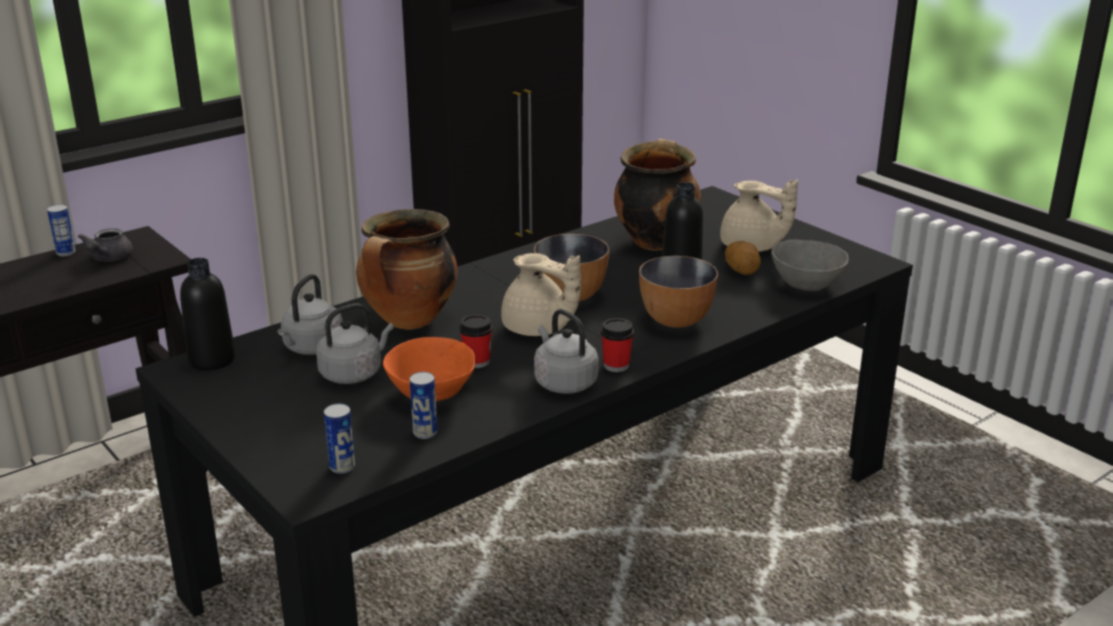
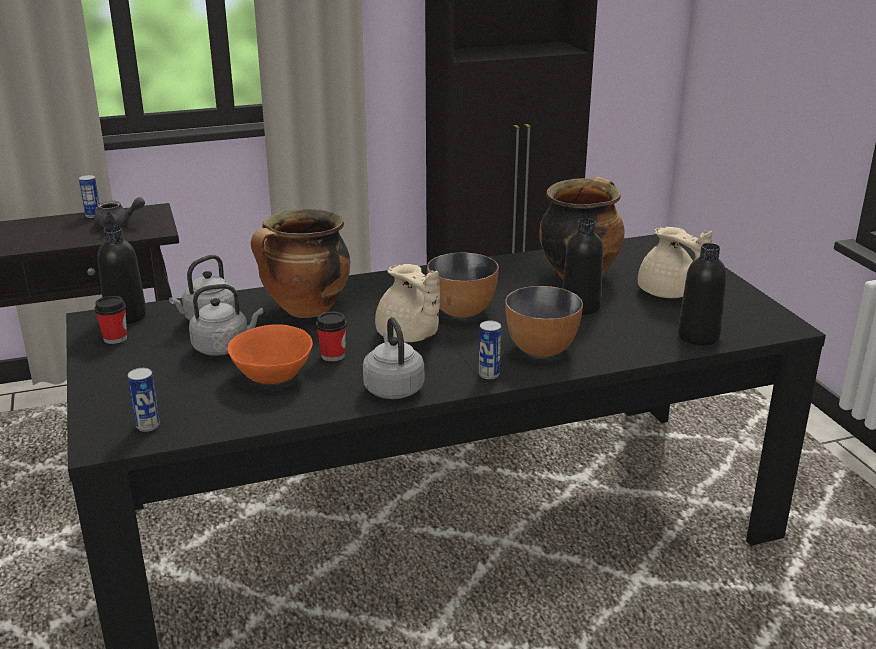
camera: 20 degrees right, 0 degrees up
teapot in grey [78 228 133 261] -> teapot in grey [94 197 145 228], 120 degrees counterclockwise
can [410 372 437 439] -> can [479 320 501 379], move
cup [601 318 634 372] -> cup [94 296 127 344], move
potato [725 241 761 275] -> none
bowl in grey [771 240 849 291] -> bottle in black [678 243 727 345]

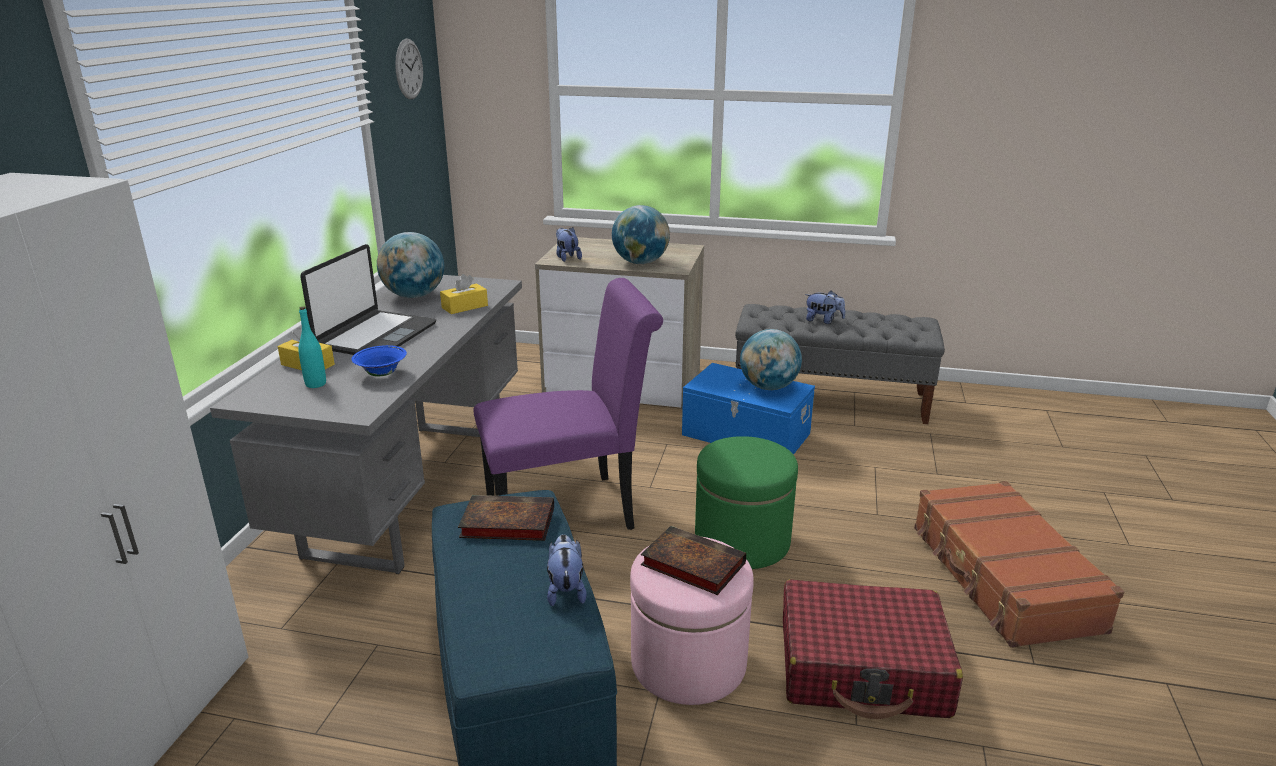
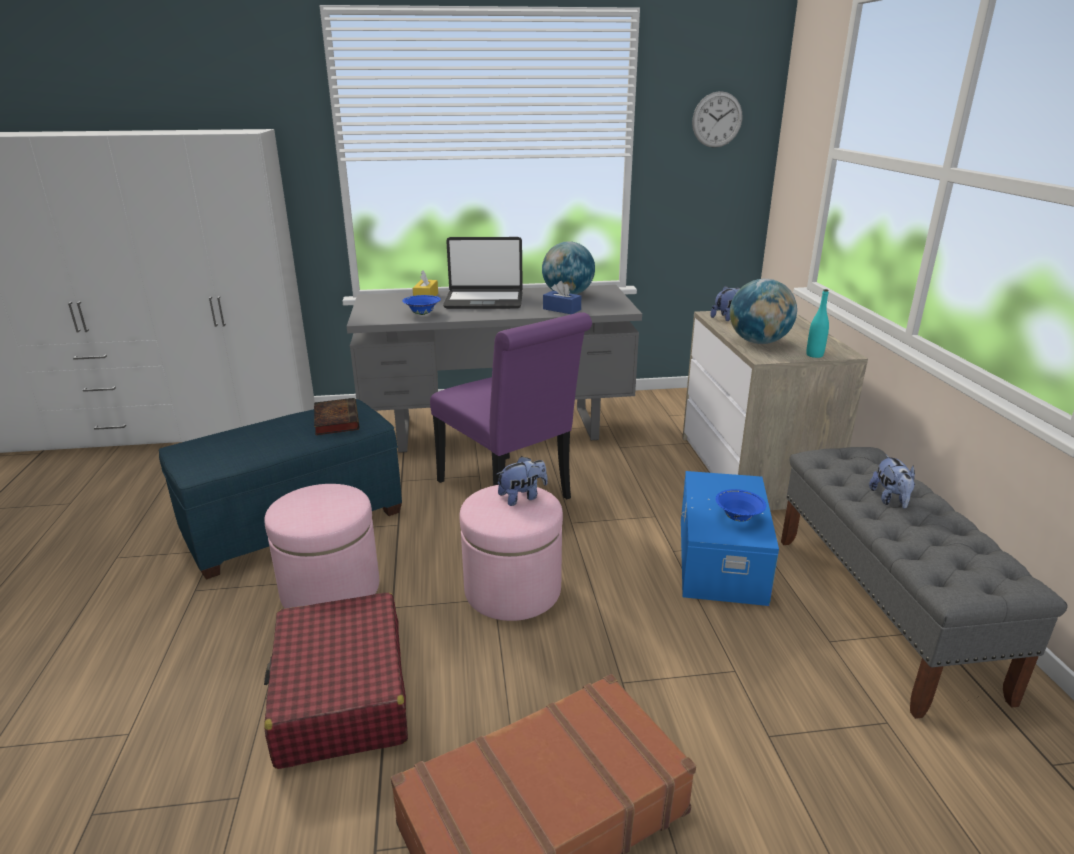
camera: 70 degrees right, 0 degrees up
bottle in turquoise [299 307 326 388] -> bottle in turquoise [806 289 829 358], move
tissue box in yellow [440 274 488 314] -> tissue box in blue [543 281 581 314]
plush toy [547 534 587 606] -> plush toy [497 456 548 506], move
book [641 526 746 595] -> none
ottoman in green [695 436 798 569] -> ottoman in pink [460 485 563 621]
globe [740 329 802 390] -> bowl in blue [716 489 766 521]

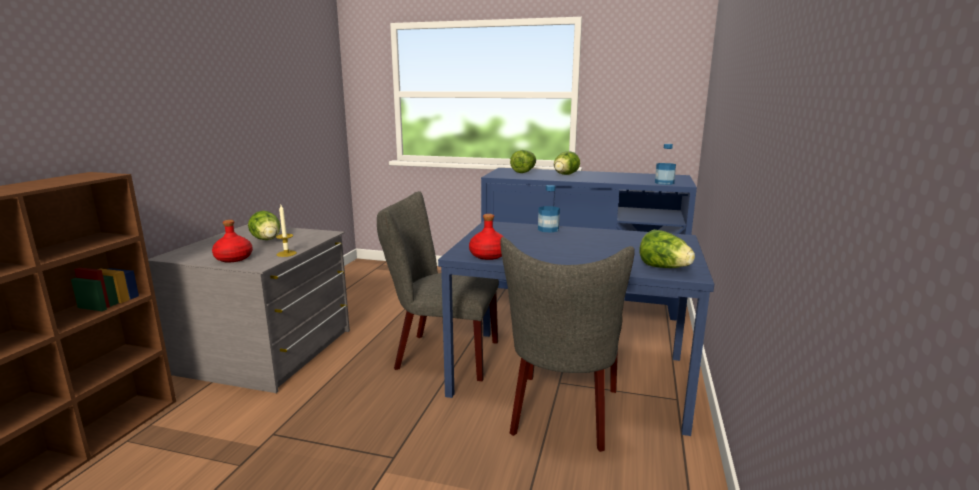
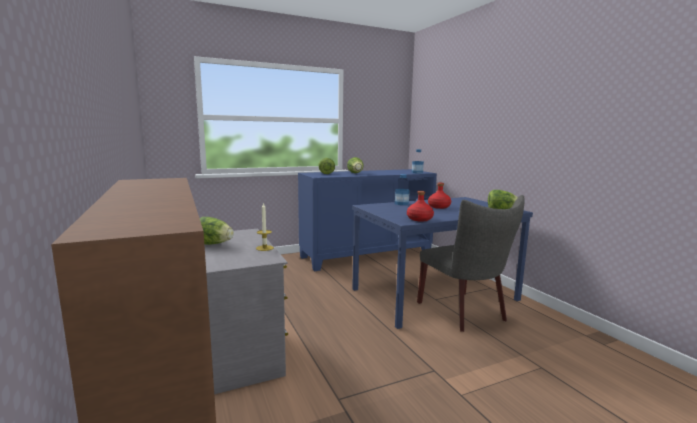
camera: 40 degrees left, 5 degrees down
bottle in red [212 220 253 262] -> bottle in red [428 183 451 209], move
chair in grey [377 191 499 381] -> none

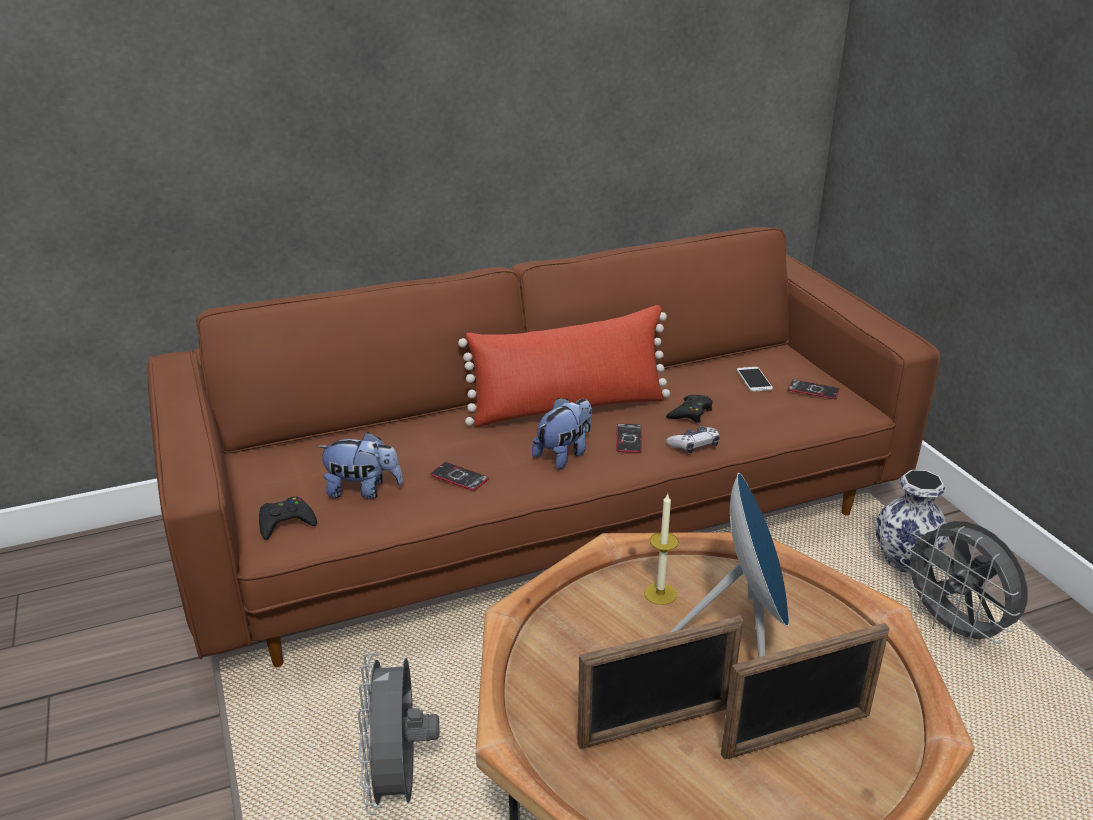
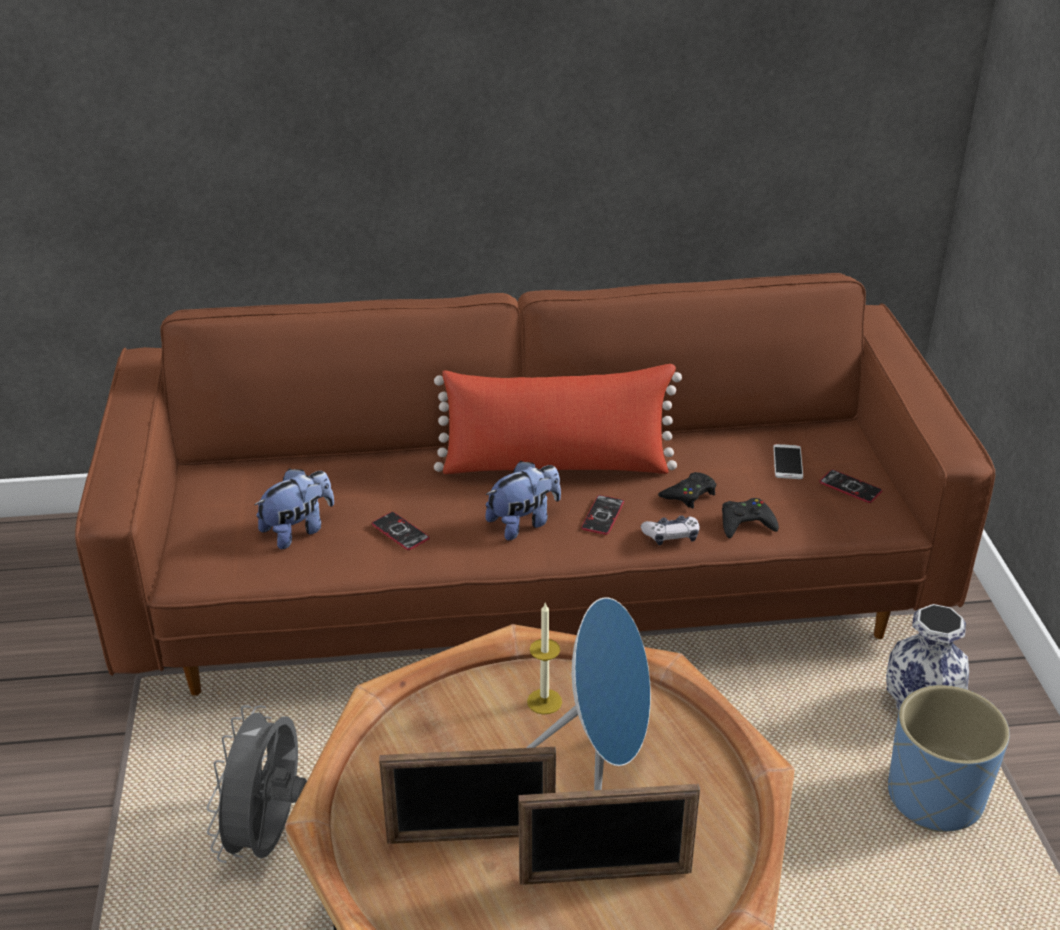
camera: 15 degrees right, 5 degrees up
game controller in black [259 496 317 540] -> game controller in black [722 498 779 538], move
plush toy [317 432 403 499] -> plush toy [254 469 334 549], 60 degrees counterclockwise
fan in grey [900 521 1028 648] -> planter in blue [888 685 1010 832]

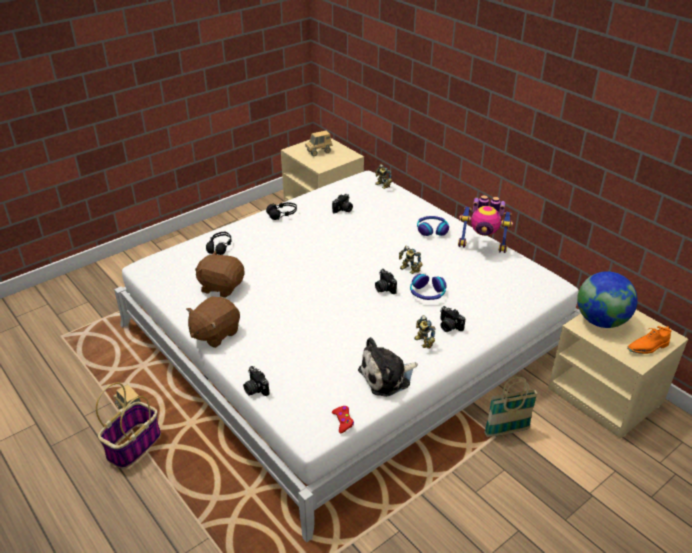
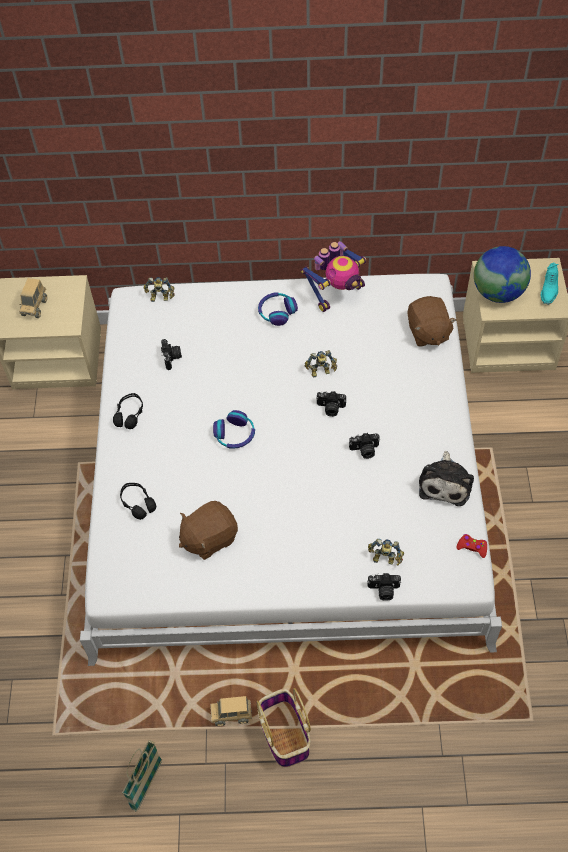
camera: 50 degrees left, 20 degrees up
plush toy in brown [186 296 240 348] -> plush toy in brown [407 296 456 347], move
headphones [410 274 447 300] -> headphones [213 410 255 449], move
toy robot [414 315 436 348] -> toy robot [368 539 404 566], move
photo camera [440 306 465 332] -> photo camera [349 433 380 459], move
basket [484 377 538 437] -> basket [122 740 162 812], move
shoe in orange [627 326 672 354] -> shoe in turquoise [541 262 559 305]

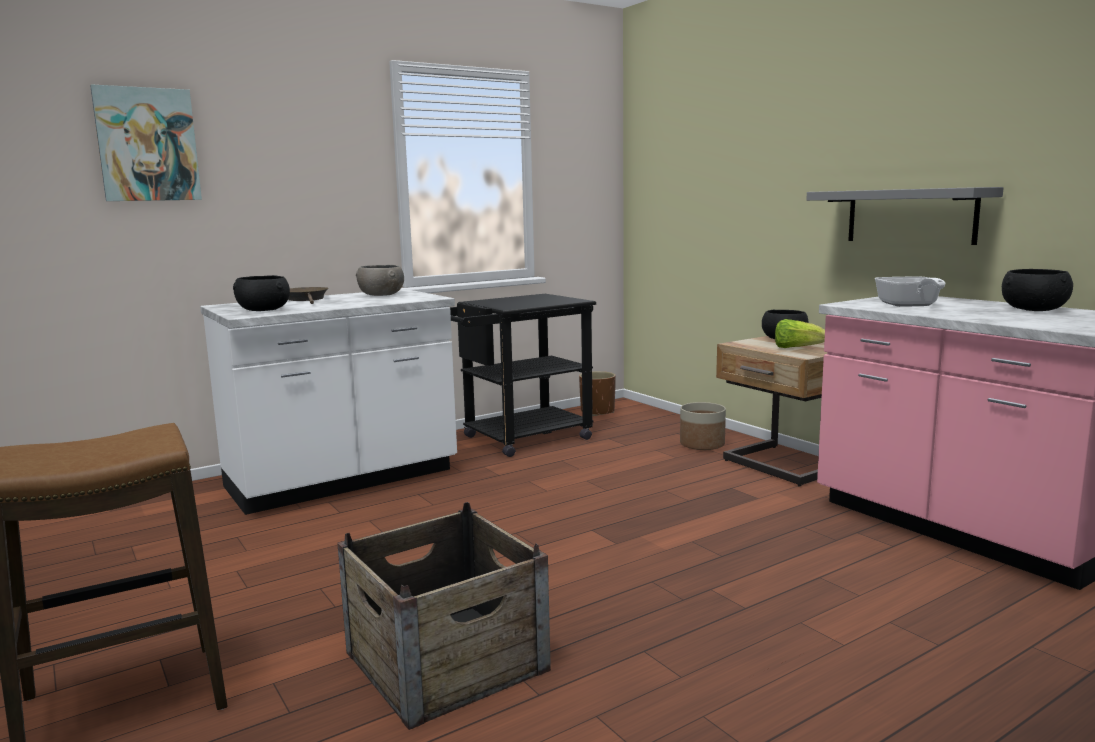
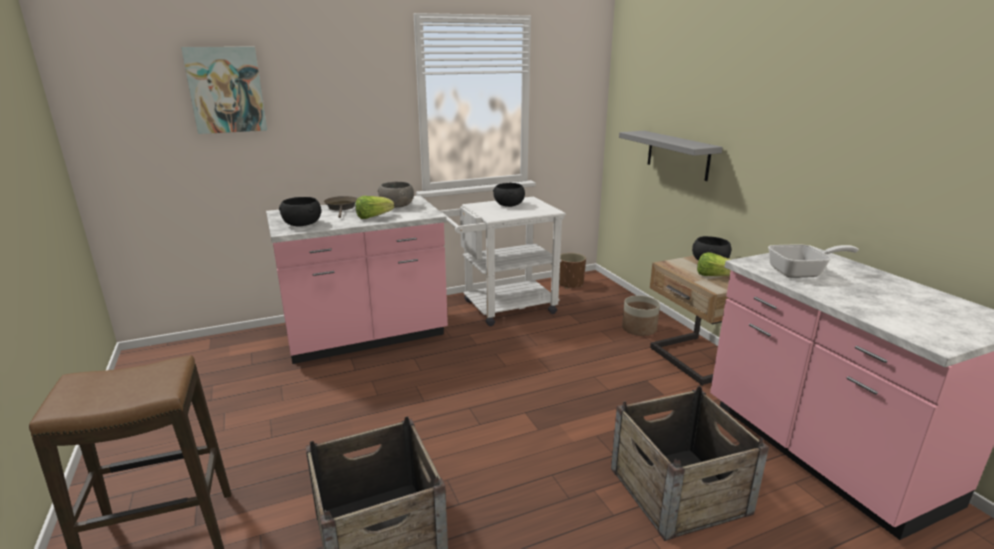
camera: 10 degrees right, 10 degrees up
counter in white [200 289 457 515] -> counter in pink [266 196 448 364]
cart in black [450 294 596 457] -> cart in white [440 197 566 326]
shelf in grey [806 187 1004 245] -> shelf in grey [619 131 723 181], move
frying pan [874 276 945 307] -> frying pan [768 244 859 278], 105 degrees counterclockwise
bowl in black [1002 269 1073 311] -> bowl in black [493 183 525 207], move
none -> lettuce [355 196 394 219]
none -> crate [611 386 769 541]

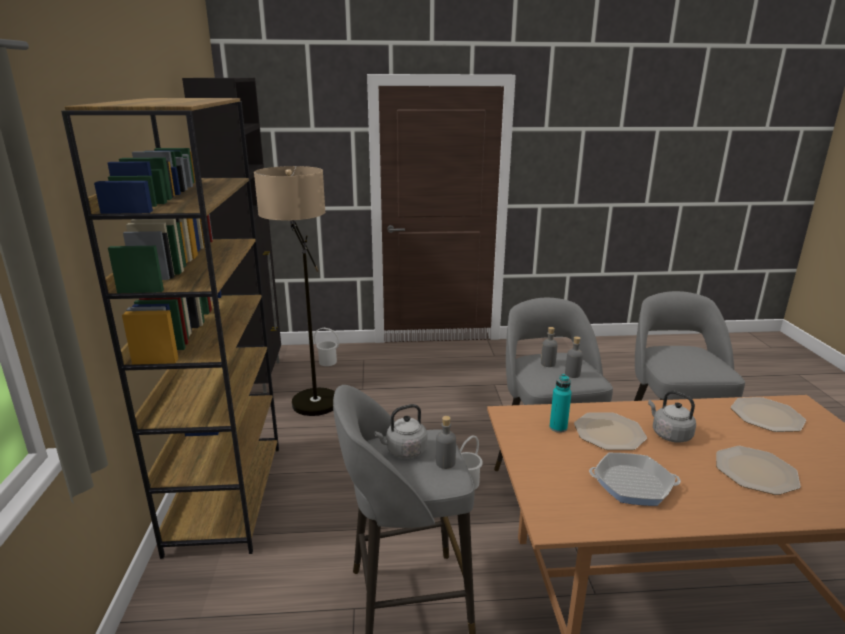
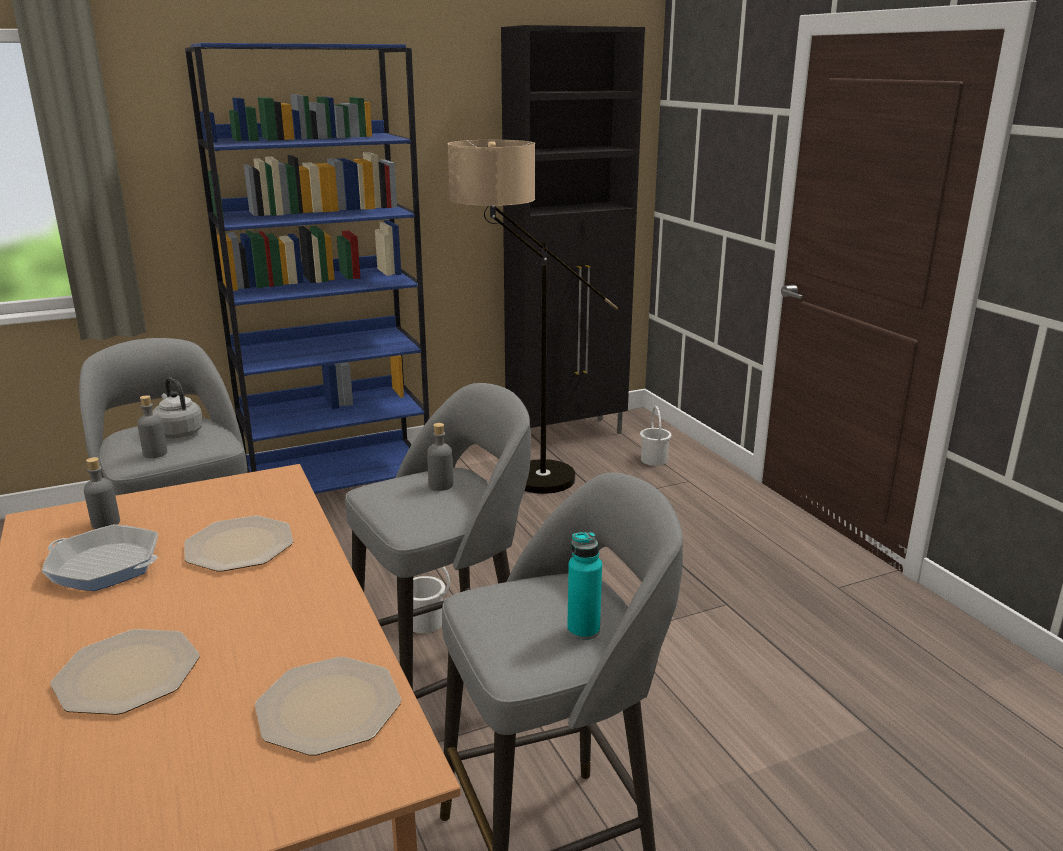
camera: 70 degrees right, 0 degrees up
bookcase in brown [61 98 279 559] -> bookcase in blue [185 43 429 494]
bottle in turquoise [550 374 572 433] -> bottle in turquoise [567 532 602 640], move
bottle in grey [565 336 583 378] -> bottle in grey [84 457 120 529], move
frying pan [589 453 681 506] -> frying pan [42 524 158 591], 60 degrees counterclockwise
kettle in grey [648 391 696 443] -> none

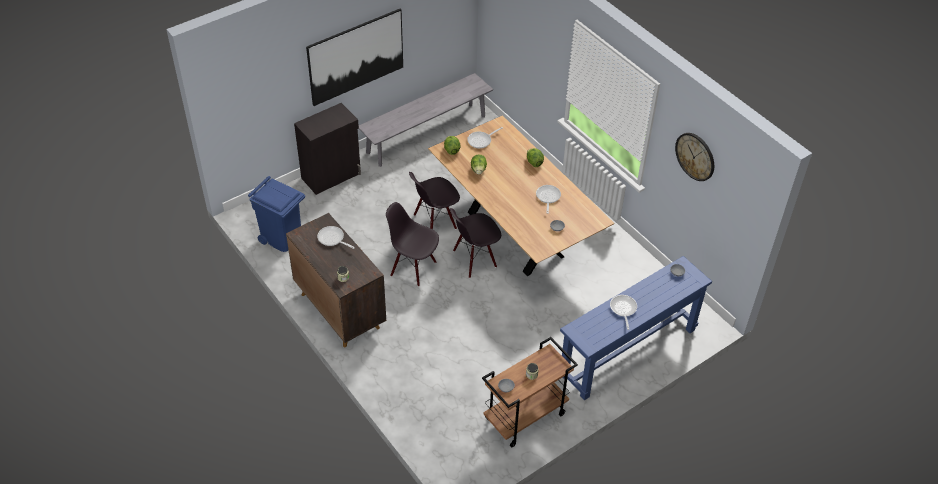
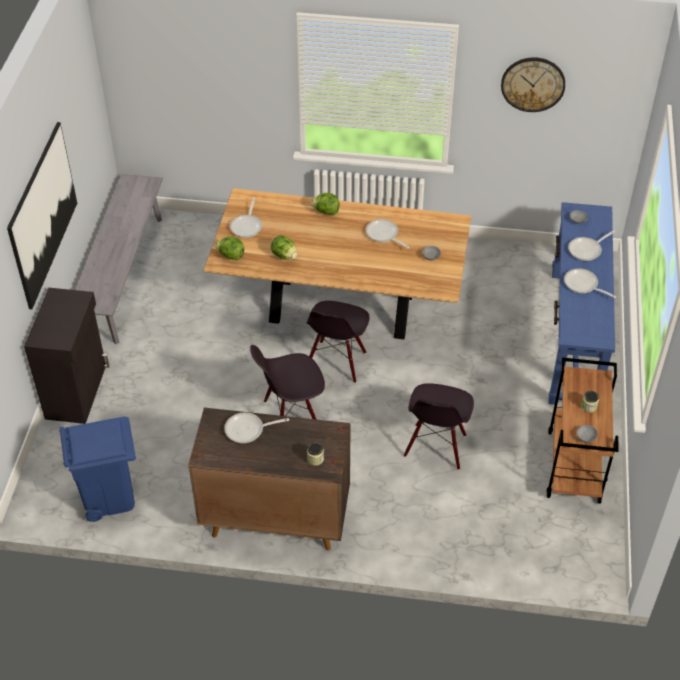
camera: 45 degrees left, 0 degrees up
chair in black [409 172 460 229] -> chair in black [404 383 474 470], move
none -> frying pan [568 230 615 261]

